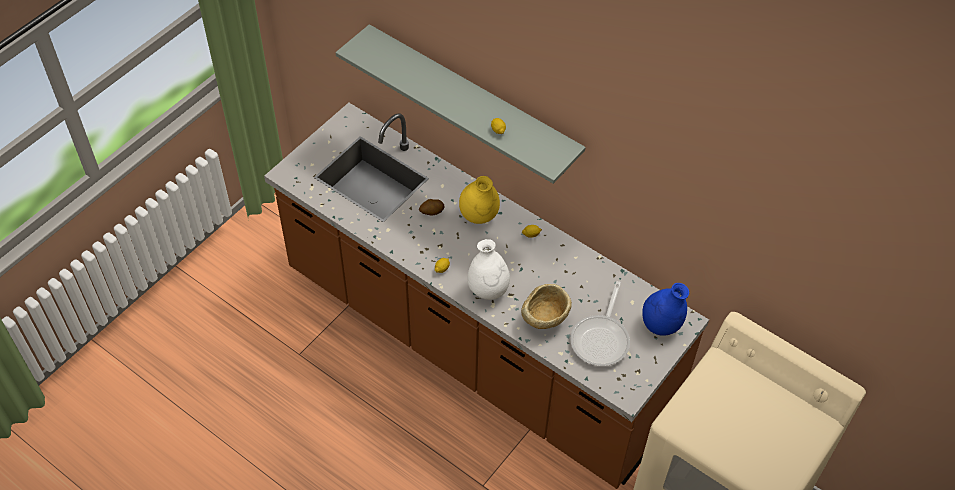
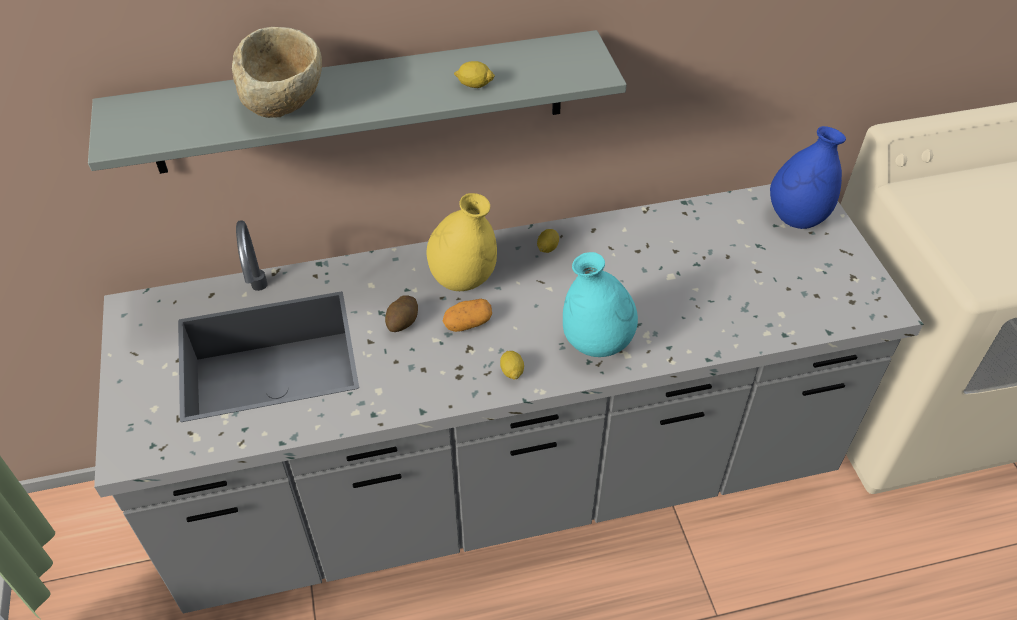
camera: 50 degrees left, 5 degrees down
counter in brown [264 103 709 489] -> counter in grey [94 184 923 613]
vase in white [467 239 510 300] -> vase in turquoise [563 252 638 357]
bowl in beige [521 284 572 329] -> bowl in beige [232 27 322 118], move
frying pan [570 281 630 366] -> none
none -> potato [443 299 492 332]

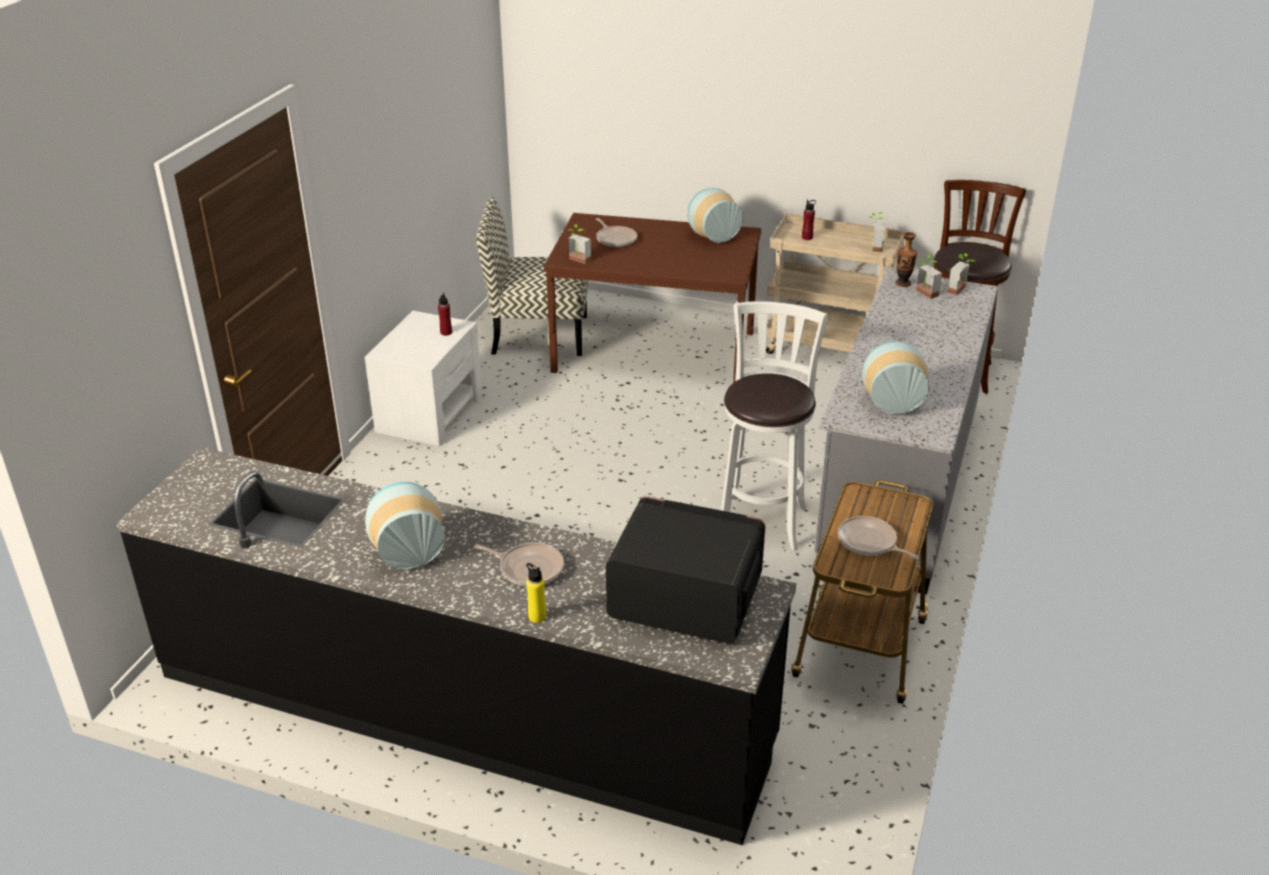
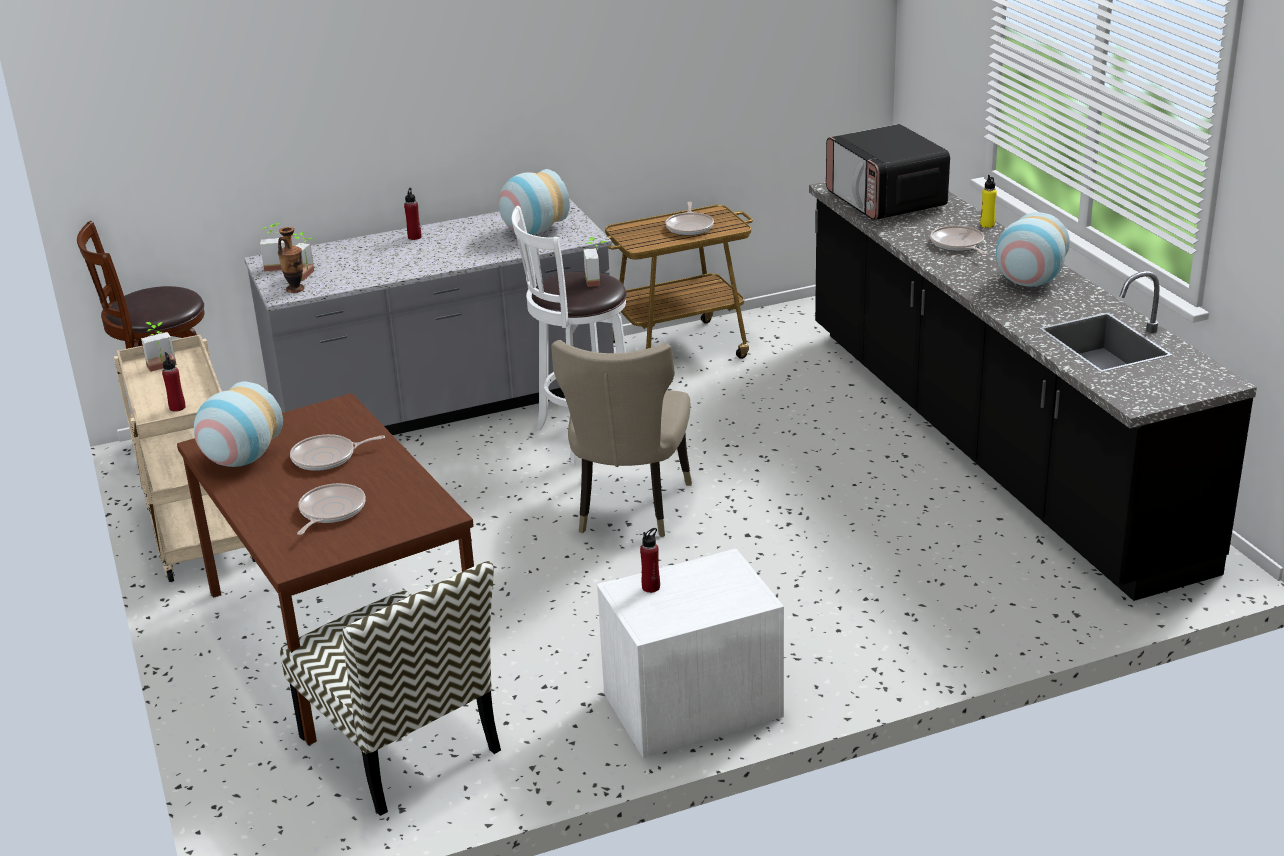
camera: 130 degrees left, 5 degrees down
potted plant [569 224 591 264] -> potted plant [583 237 607 287], move
none -> frying pan [290 434 385 471]
none -> bottle in red [404 188 421 240]
none -> chair in beige [551 340 692 537]

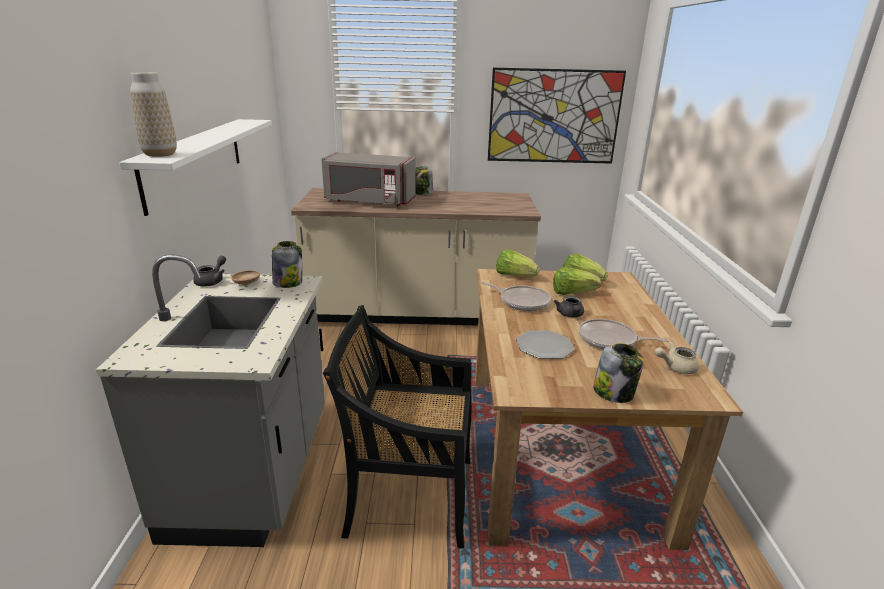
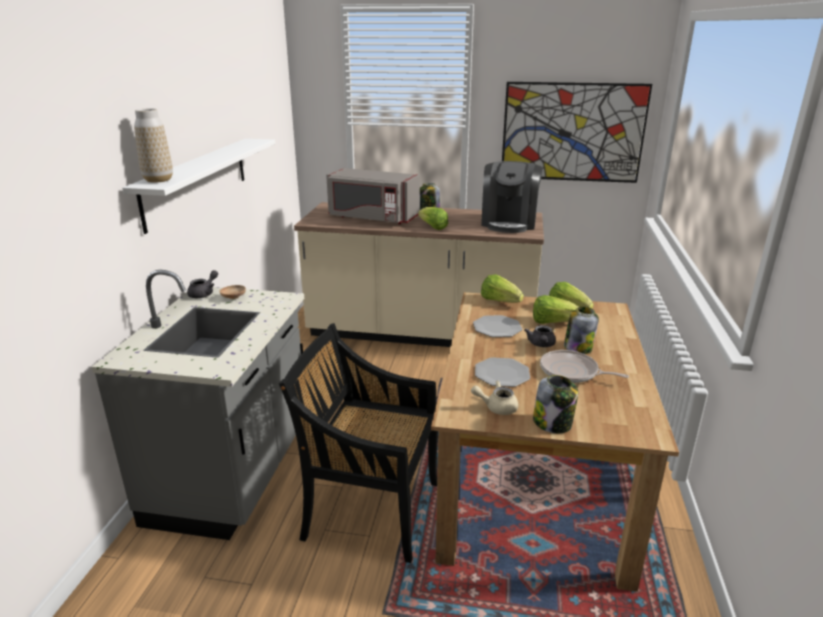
camera: 10 degrees right, 0 degrees up
jar [272 241 302 288] -> jar [564 307 599 354], move
frying pan [481 282 551 311] -> plate [473 315 522 337]
teapot in beige [655 341 699 374] -> teapot in beige [471 381 518 415], move
none -> lettuce [418 207 448 230]
none -> coffee machine [481 161 543 233]

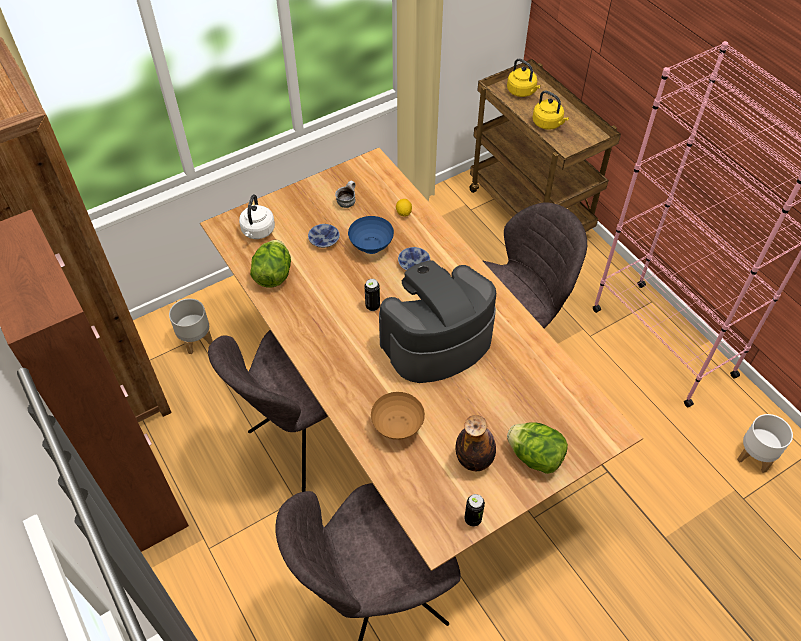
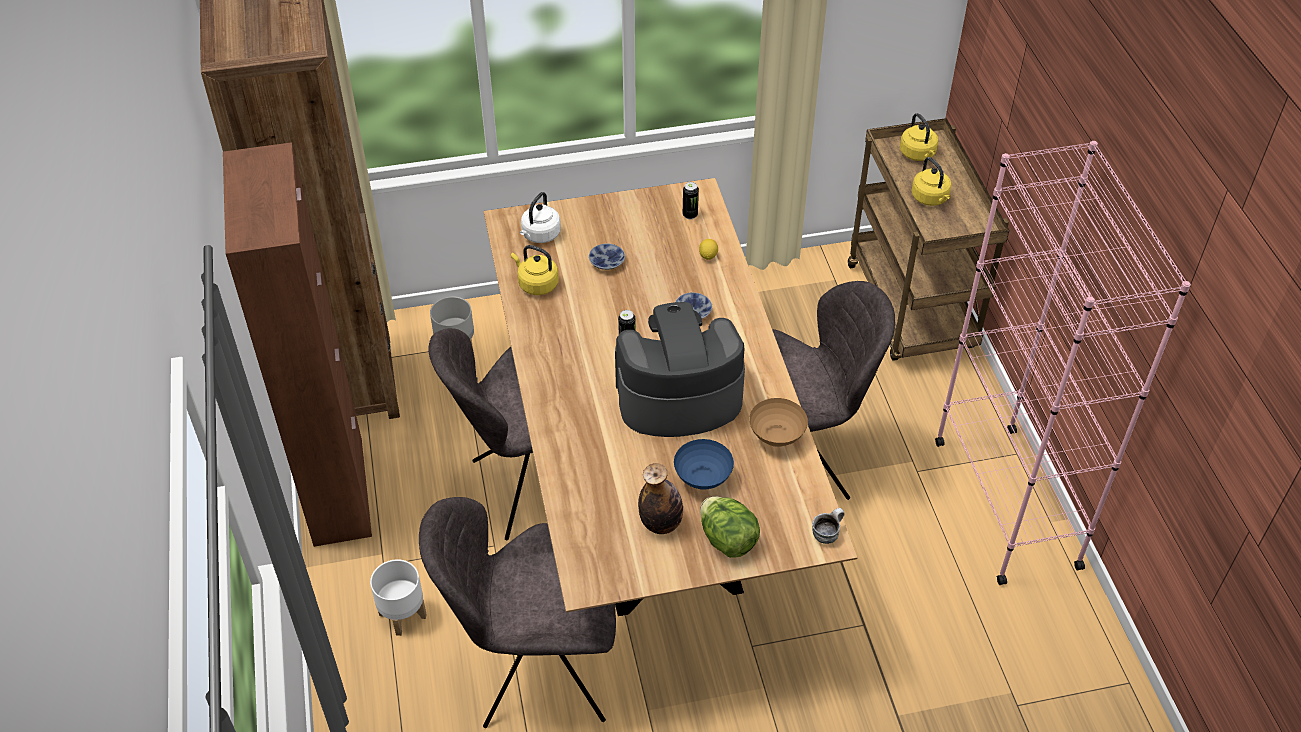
camera: 20 degrees right, 5 degrees down
lettuce [250 240 291 288] -> kettle in yellow [511 245 559 295]
mug [335 181 355 208] -> mug [812 508 845 544], move
bowl in blue [348 216 394 254] -> bowl in blue [674 439 734 490], move
bowl in brown [371 392 425 440] -> bowl in brown [749 398 808 447], move
can [464 494 485 527] -> can [683 182 699 219], move
planter in white [737 414 793 473] -> planter in white [370 559 427 636], move

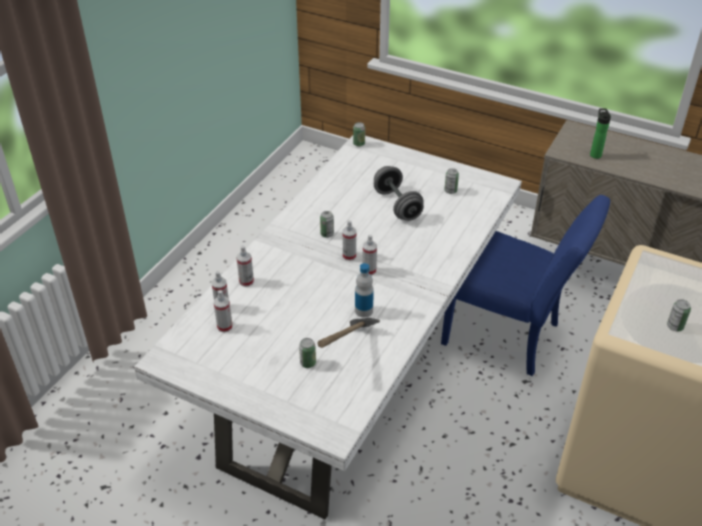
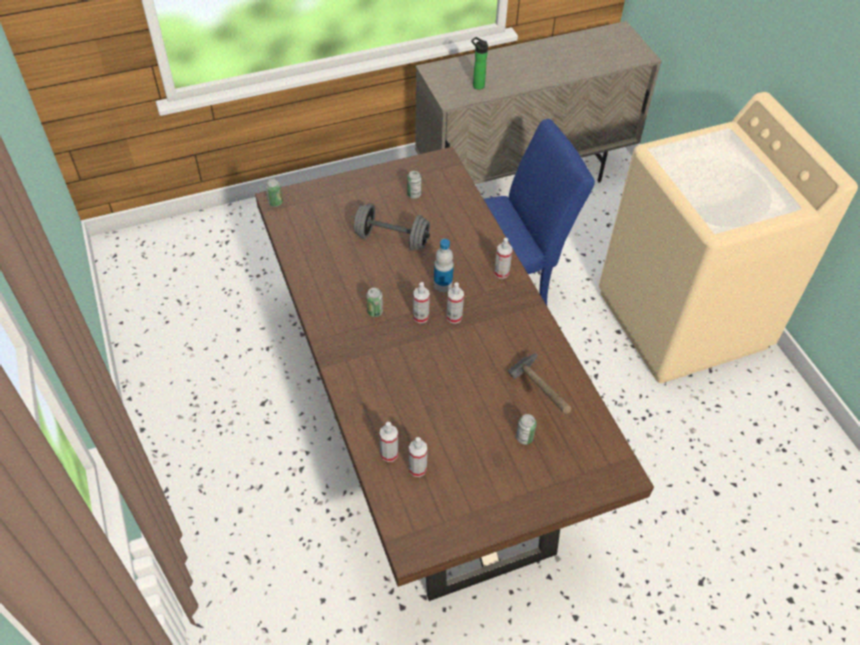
camera: 50 degrees left, 10 degrees up
dining table in white [134 135 522 519] -> dining table in brown [255 147 654 601]
spray bottle [236 245 254 287] -> spray bottle [494 238 512 279], move
bottle [355 263 374 318] -> bottle [434 239 454 292], move
can [667 299 691 332] -> none

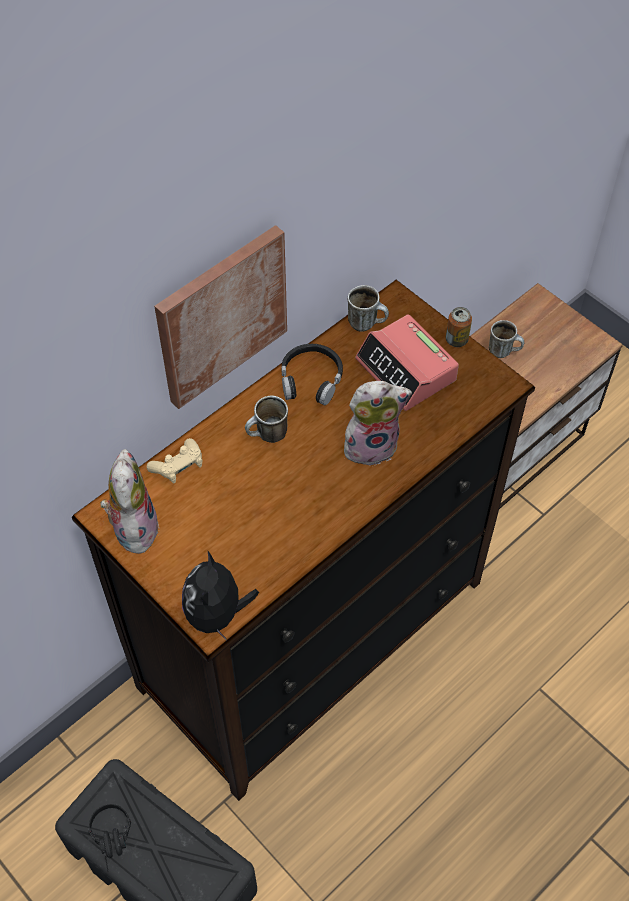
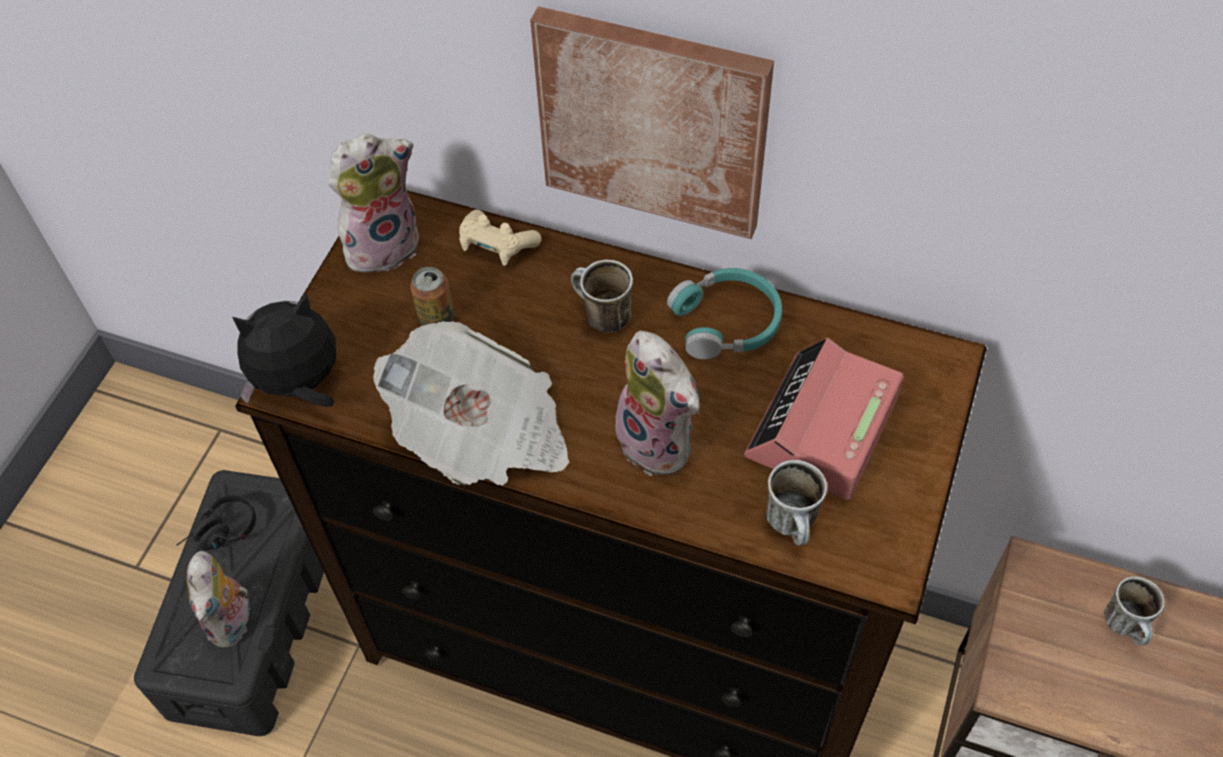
camera: 65 degrees right, 0 degrees up
headphones in black [281 344 343 405] -> headphones in turquoise [667 268 782 359]
mug [348 285 389 331] -> mug [766 460 827 546], move
can [446 307 472 347] -> can [410 267 454 326], move
none -> plush toy [186 551 255 648]
none -> newspaper [373 321 569 486]

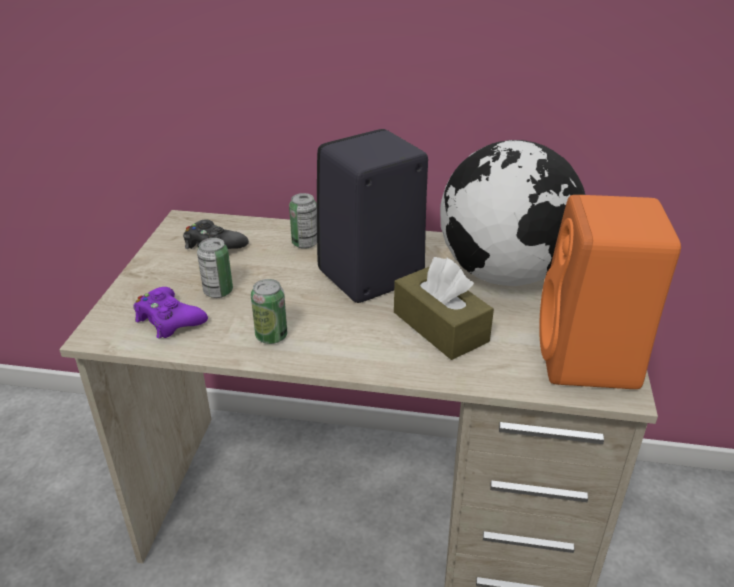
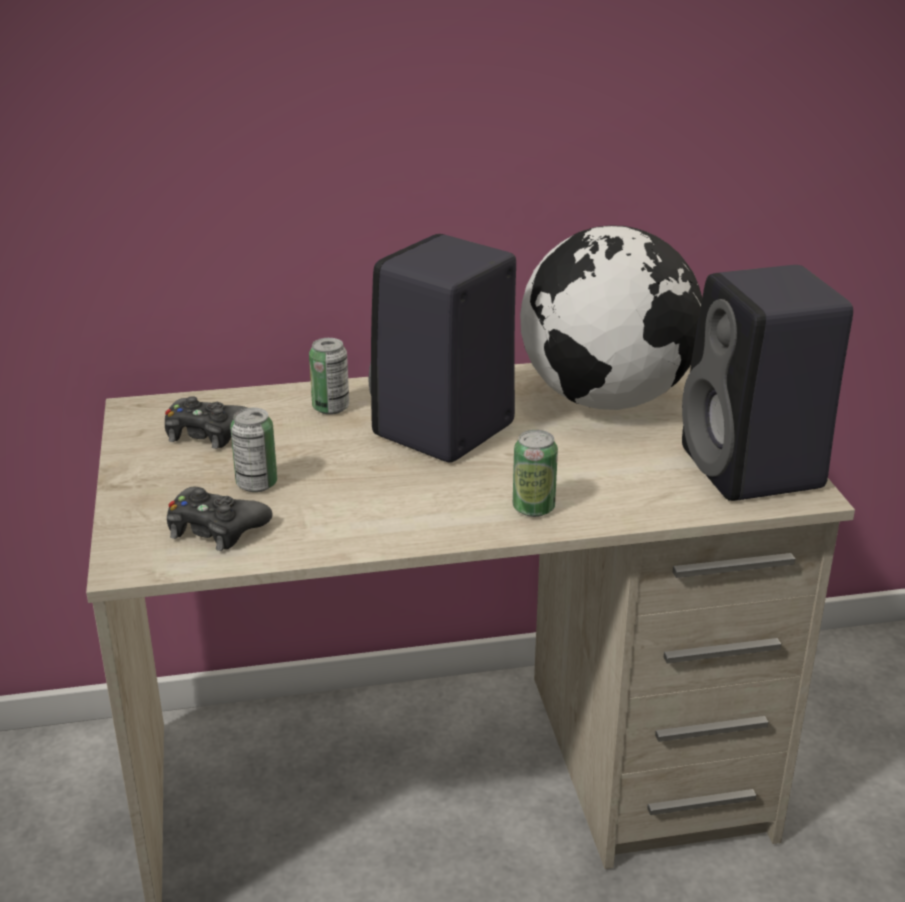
camera: 20 degrees left, 5 degrees down
game controller in purple [133 287 208 339] -> game controller in black [167 486 273 551]
can [251 279 287 344] -> can [513 430 558 517], move
tissue box in brown [394 257 494 360] -> none
speaker in orange [539 195 681 389] -> speaker in black [682 265 853 501]

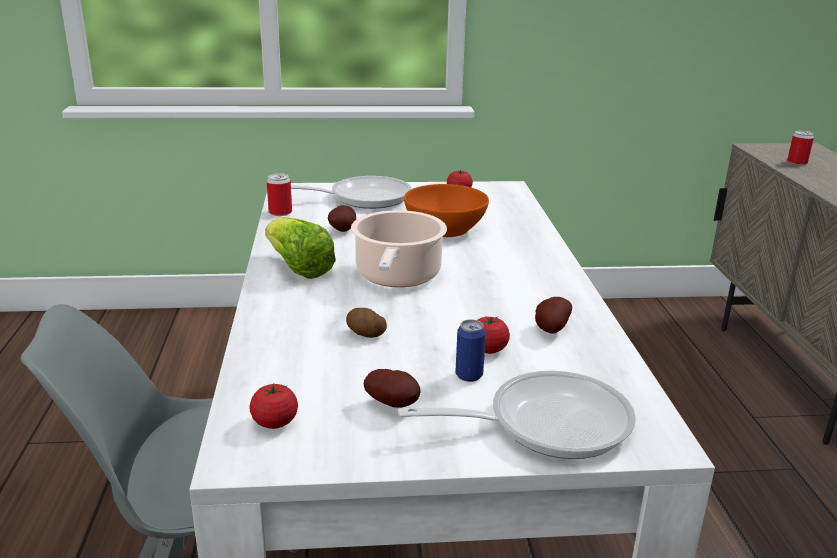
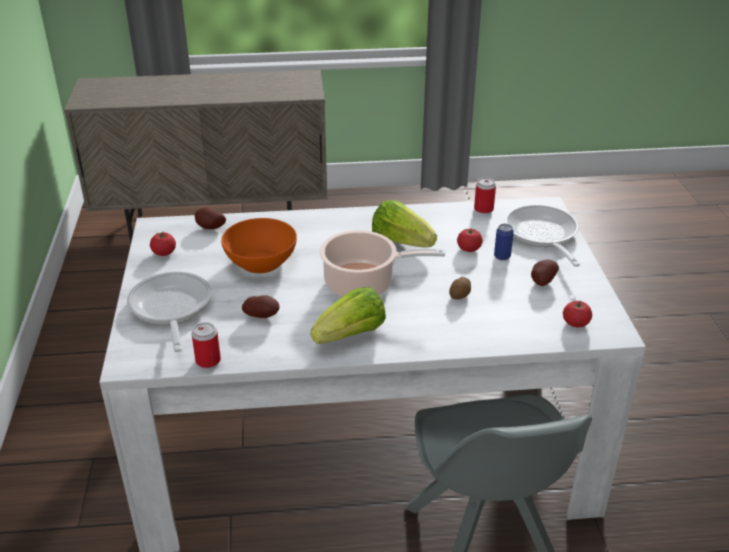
camera: 90 degrees left, 10 degrees up
potato [535 297 572 334] -> potato [195 207 226 229], move
can [787 131 814 165] -> can [474 177 496 214], move
none -> lettuce [372 200 437 247]

